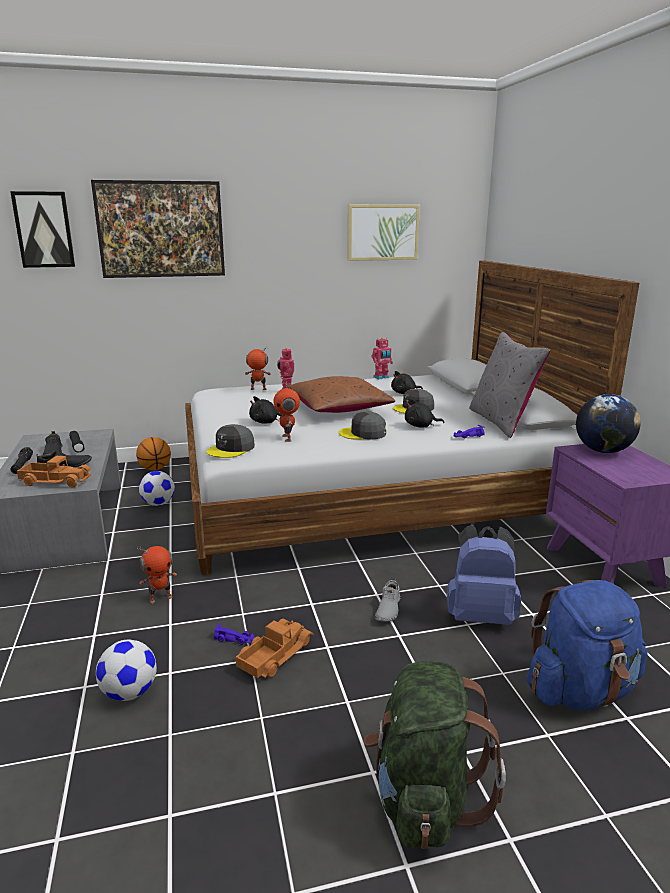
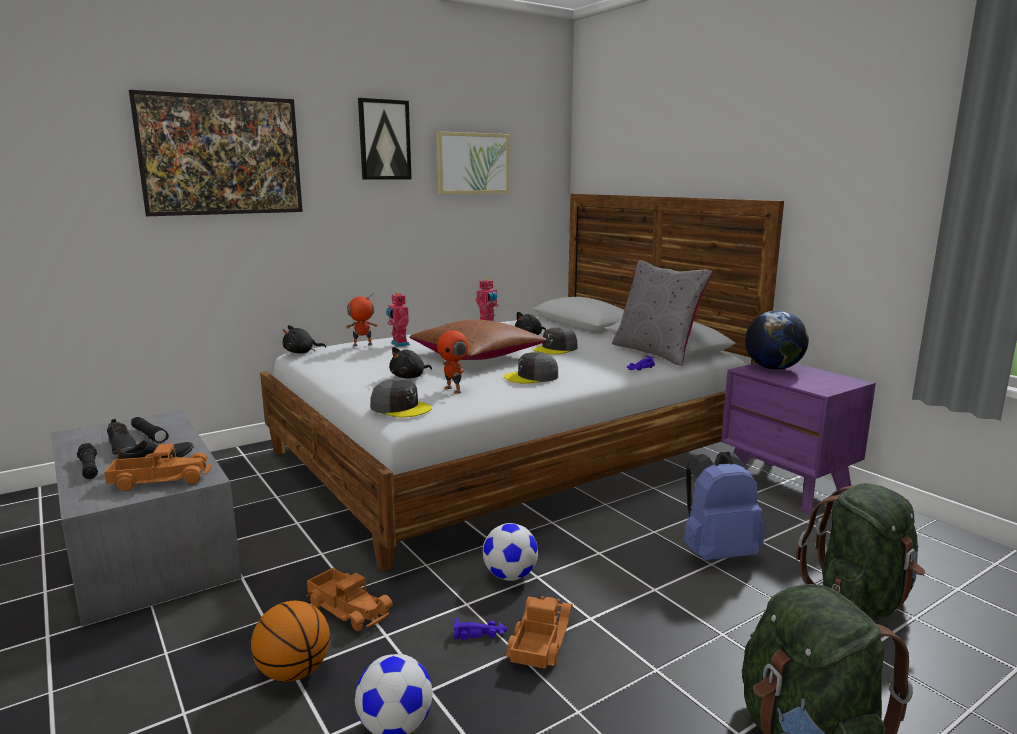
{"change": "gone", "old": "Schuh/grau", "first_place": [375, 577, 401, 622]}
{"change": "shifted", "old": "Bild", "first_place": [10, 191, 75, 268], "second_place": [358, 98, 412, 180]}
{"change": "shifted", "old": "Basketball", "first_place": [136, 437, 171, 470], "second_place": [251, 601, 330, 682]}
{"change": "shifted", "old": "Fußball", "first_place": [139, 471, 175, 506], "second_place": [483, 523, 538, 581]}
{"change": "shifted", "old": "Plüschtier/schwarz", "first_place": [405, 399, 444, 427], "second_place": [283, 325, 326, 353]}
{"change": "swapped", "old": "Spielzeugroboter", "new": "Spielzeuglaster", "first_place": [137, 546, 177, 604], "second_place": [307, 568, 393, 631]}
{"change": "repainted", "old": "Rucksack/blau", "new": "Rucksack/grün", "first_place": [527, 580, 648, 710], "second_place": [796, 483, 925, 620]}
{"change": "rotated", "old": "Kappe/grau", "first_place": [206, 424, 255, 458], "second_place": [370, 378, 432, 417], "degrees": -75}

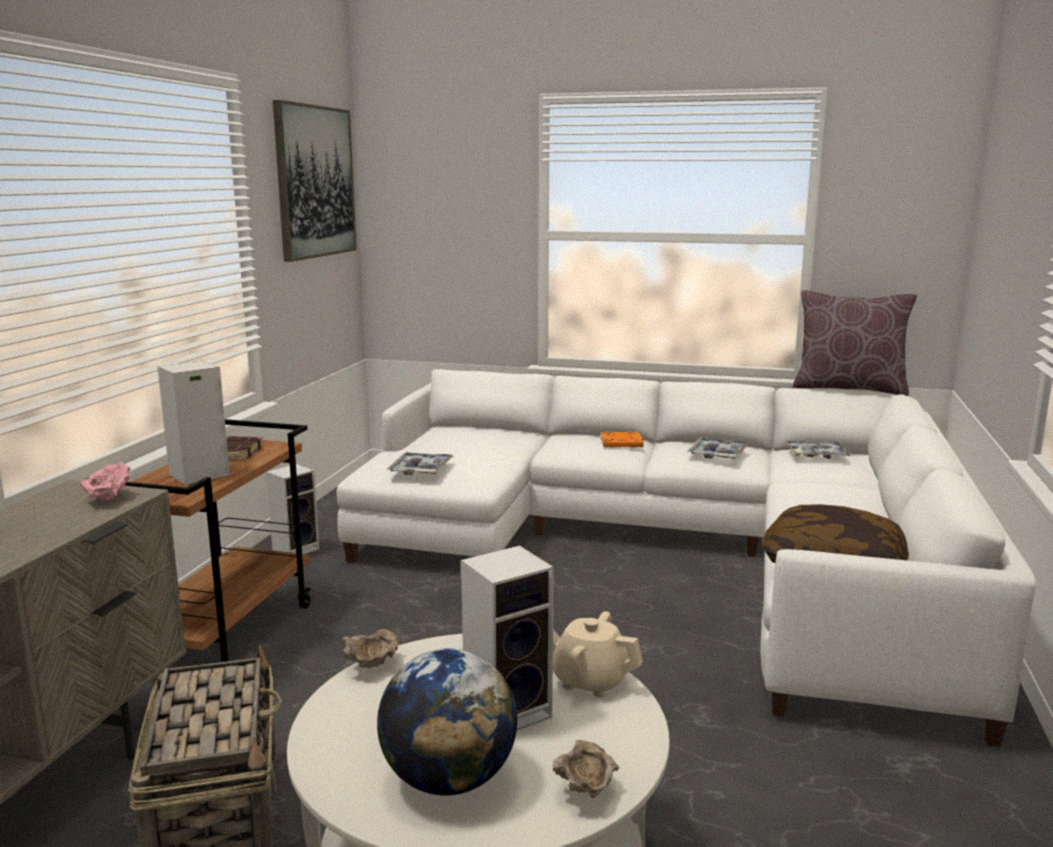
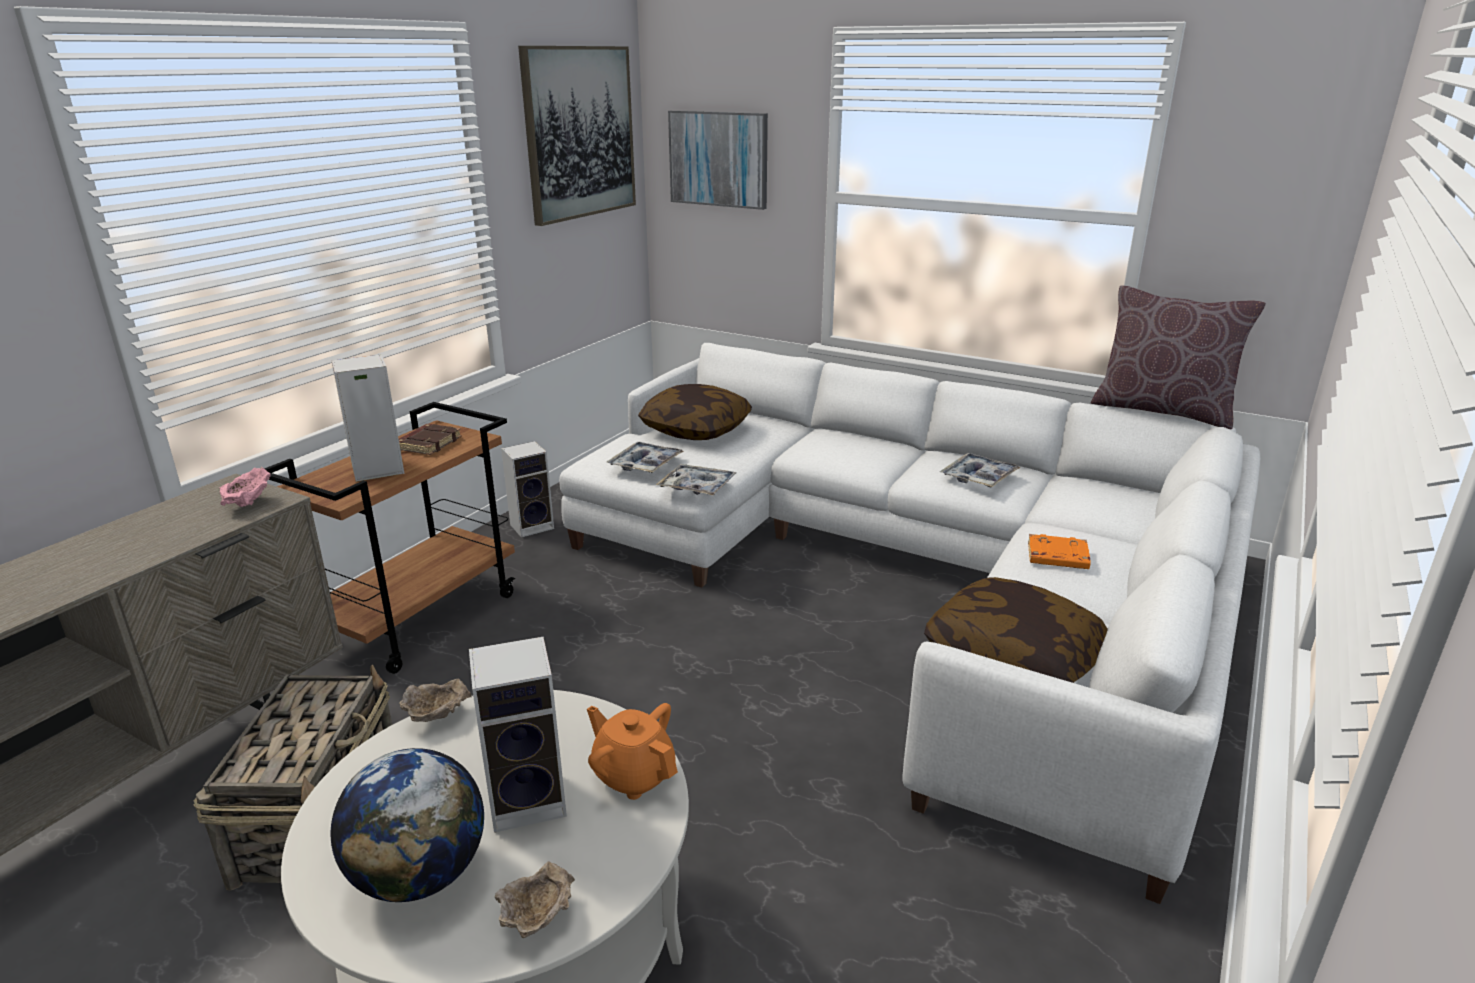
{"change": "new", "new": "Kissen", "second_place": [638, 384, 752, 440]}
{"change": "new", "new": "Bild", "second_place": [668, 110, 768, 210]}
{"change": "shifted", "old": "Buch/orange", "first_place": [600, 431, 644, 448], "second_place": [1028, 534, 1091, 569]}
{"change": "shifted", "old": "Tablett", "first_place": [787, 440, 850, 459], "second_place": [656, 464, 737, 496]}
{"change": "repainted", "old": "Teekanne/beige", "new": "Teekanne/orange", "first_place": [553, 611, 643, 697], "second_place": [587, 703, 678, 800]}

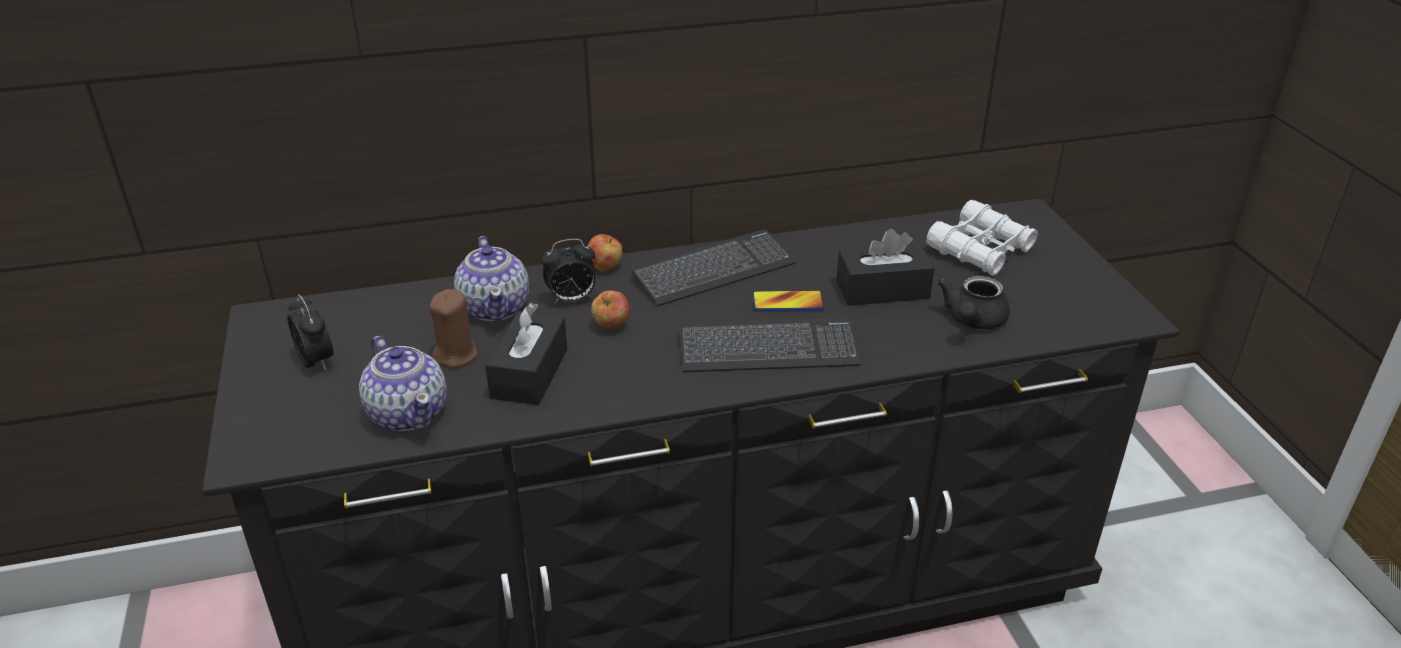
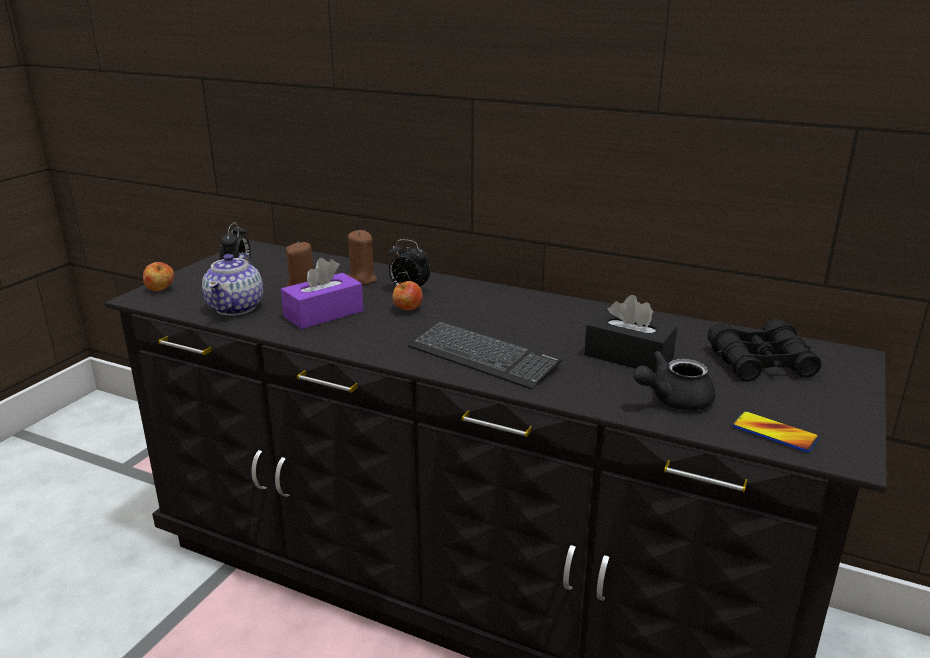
{"change": "gone", "old": "Tastatur", "first_place": [631, 229, 796, 306]}
{"change": "shifted", "old": "Apfel", "first_place": [588, 234, 622, 271], "second_place": [143, 262, 174, 291]}
{"change": "shifted", "old": "Handy", "first_place": [752, 290, 825, 311], "second_place": [732, 411, 820, 452]}
{"change": "swapped", "old": "Teekanne", "new": "Kerze/braun", "first_place": [454, 236, 529, 321], "second_place": [348, 230, 377, 285]}
{"change": "repainted", "old": "Taschentuchbox/schwarz", "new": "Taschentuchbox/lila", "first_place": [485, 303, 567, 405], "second_place": [281, 258, 363, 329]}
{"change": "repainted", "old": "Fernglas/weiß", "new": "Fernglas/schwarz", "first_place": [926, 200, 1038, 276], "second_place": [708, 319, 822, 382]}

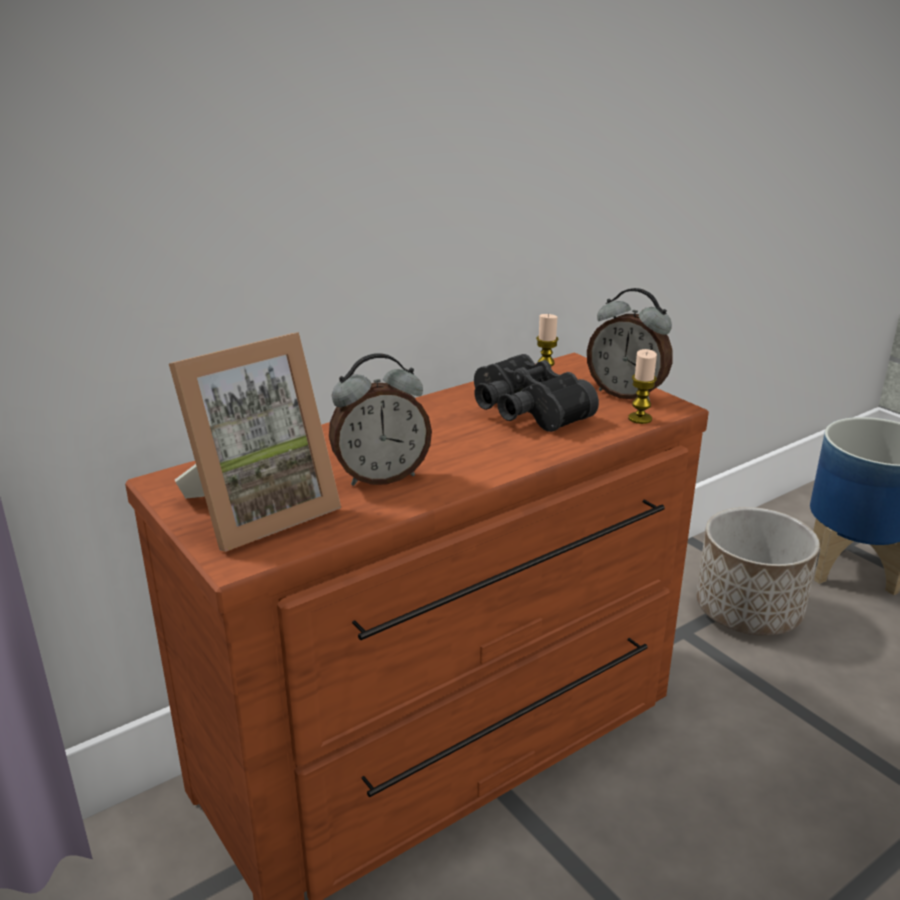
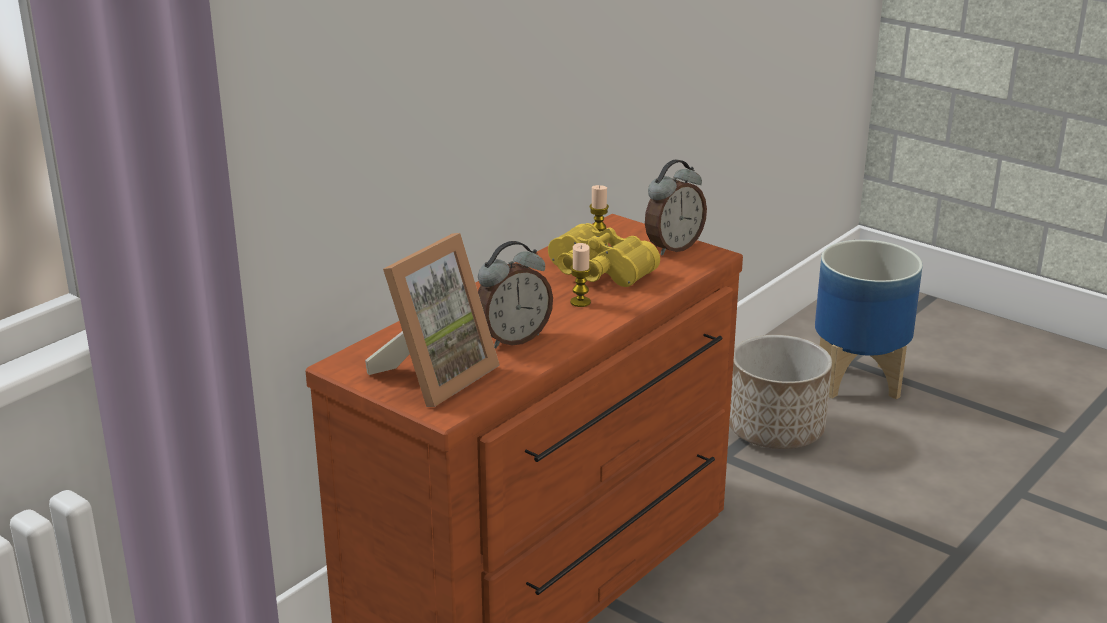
{"change": "shifted", "old": "Kerze", "first_place": [628, 349, 657, 424], "second_place": [570, 243, 592, 307]}
{"change": "repainted", "old": "Fernglas/schwarz", "new": "Fernglas/gelb", "first_place": [474, 354, 599, 432], "second_place": [548, 223, 660, 287]}
{"change": "rotated", "old": "Wecker", "first_place": [587, 288, 673, 401], "second_place": [645, 160, 707, 256], "degrees": -60}

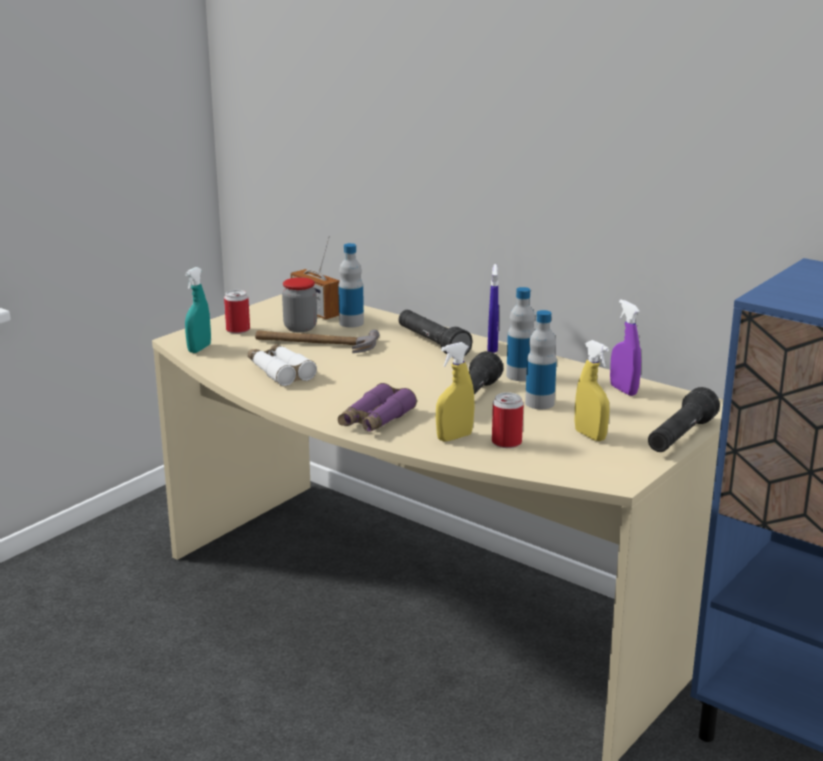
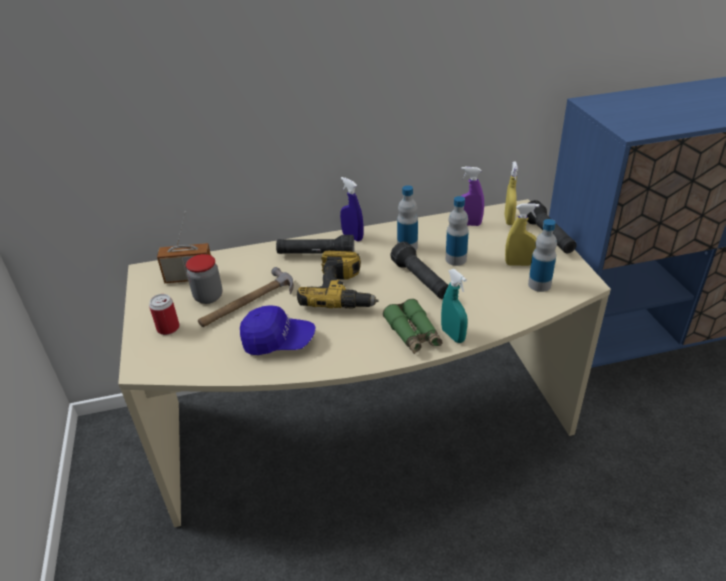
{"change": "gone", "old": "Dose", "first_place": [492, 392, 524, 448]}
{"change": "new", "new": "Bohrmaschine", "second_place": [297, 251, 379, 309]}
{"change": "shifted", "old": "Sprühflasche/türkis", "first_place": [185, 267, 211, 353], "second_place": [441, 269, 468, 343]}
{"change": "shifted", "old": "Flasche", "first_place": [338, 243, 364, 327], "second_place": [528, 219, 557, 292]}
{"change": "shifted", "old": "Sprühflasche/gelb", "first_place": [436, 342, 475, 442], "second_place": [504, 161, 518, 225]}
{"change": "swapped", "old": "Fernglas/weiß", "new": "Kappe/blau", "first_place": [248, 344, 317, 386], "second_place": [240, 305, 315, 355]}
{"change": "repainted", "old": "Fernglas/lila", "new": "Fernglas/grün", "first_place": [338, 383, 417, 432], "second_place": [383, 299, 442, 354]}

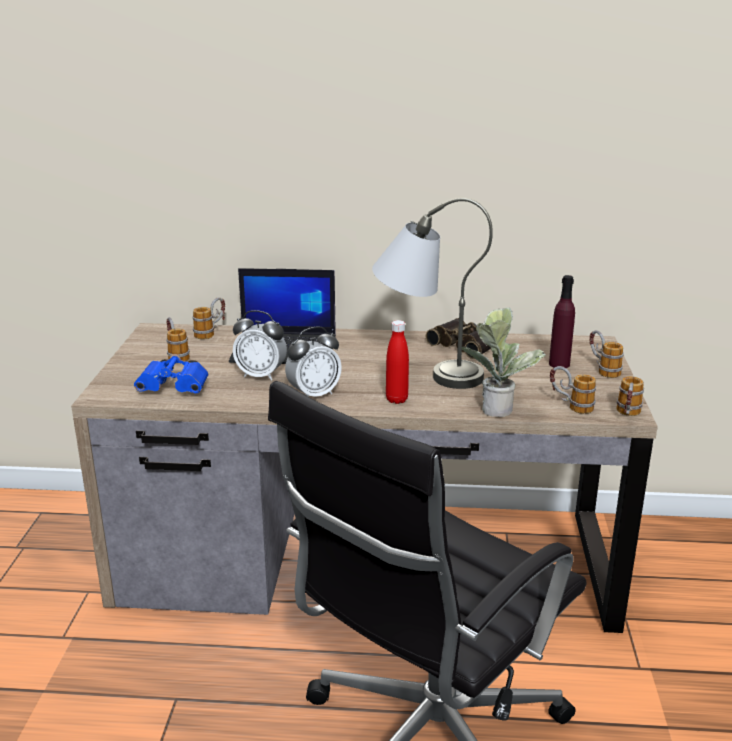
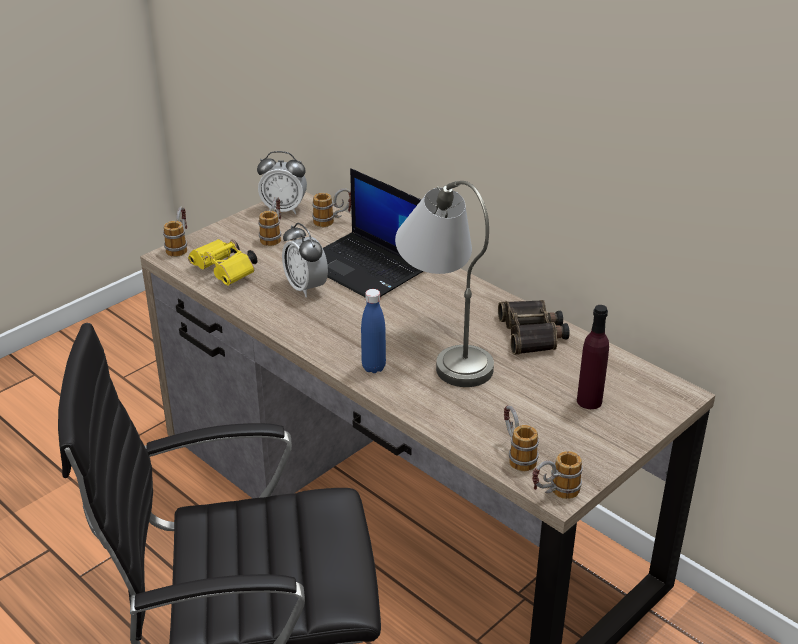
{"change": "gone", "old": "Topfpflanze", "first_place": [462, 308, 546, 417]}
{"change": "shifted", "old": "Wecker", "first_place": [285, 327, 342, 397], "second_place": [257, 151, 307, 214]}
{"change": "shifted", "old": "Henkelbecher", "first_place": [589, 330, 624, 378], "second_place": [163, 207, 187, 257]}
{"change": "repainted", "old": "Fernglas/blau", "new": "Fernglas/gelb", "first_place": [134, 354, 208, 393], "second_place": [188, 239, 258, 285]}
{"change": "repainted", "old": "Flasche/rot", "new": "Flasche/blau", "first_place": [386, 320, 409, 404], "second_place": [361, 289, 386, 373]}

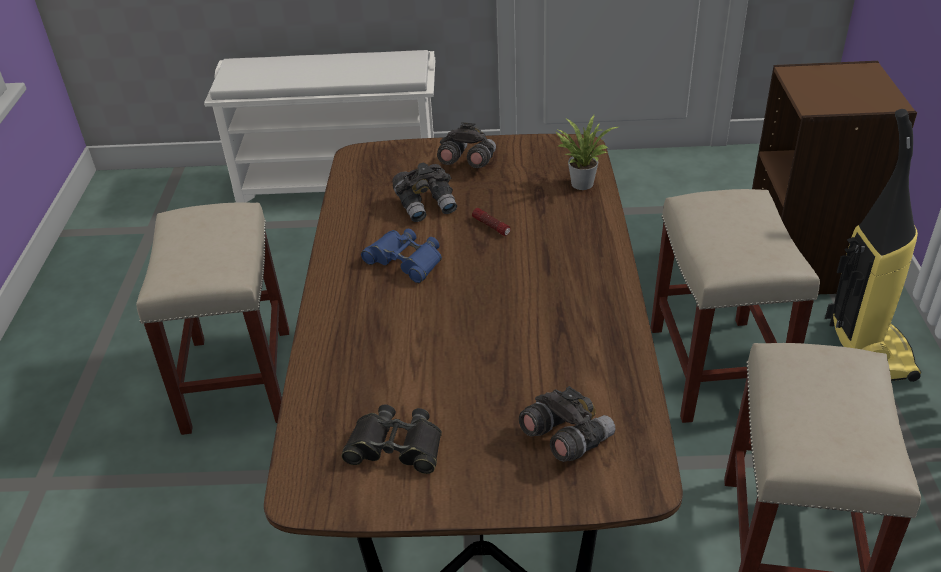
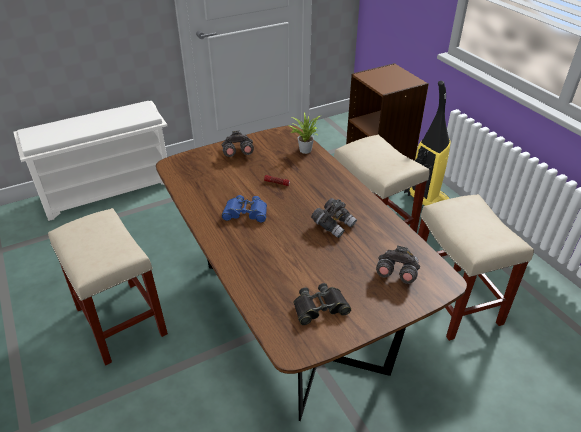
{"change": "shifted", "old": "Fernglas/grau", "first_place": [392, 163, 457, 222], "second_place": [311, 198, 357, 238]}

